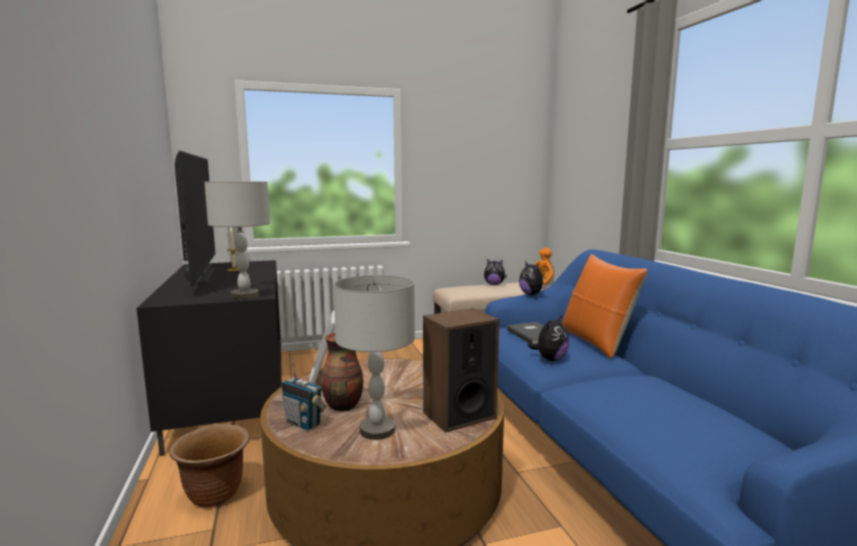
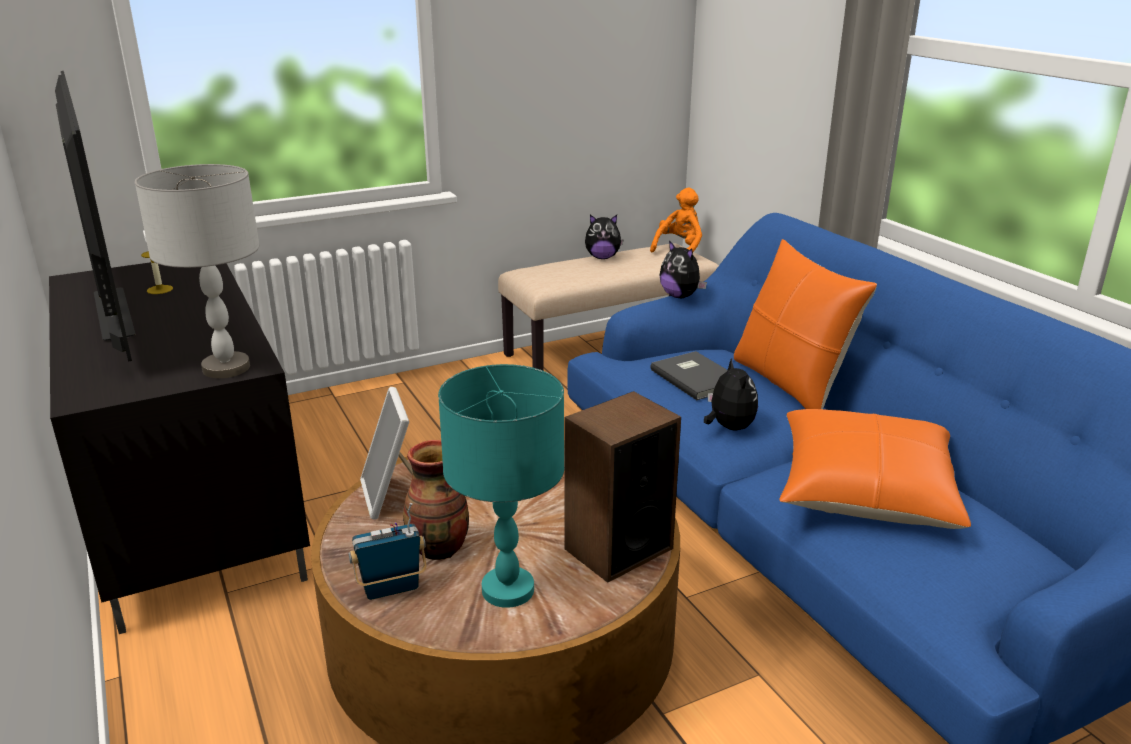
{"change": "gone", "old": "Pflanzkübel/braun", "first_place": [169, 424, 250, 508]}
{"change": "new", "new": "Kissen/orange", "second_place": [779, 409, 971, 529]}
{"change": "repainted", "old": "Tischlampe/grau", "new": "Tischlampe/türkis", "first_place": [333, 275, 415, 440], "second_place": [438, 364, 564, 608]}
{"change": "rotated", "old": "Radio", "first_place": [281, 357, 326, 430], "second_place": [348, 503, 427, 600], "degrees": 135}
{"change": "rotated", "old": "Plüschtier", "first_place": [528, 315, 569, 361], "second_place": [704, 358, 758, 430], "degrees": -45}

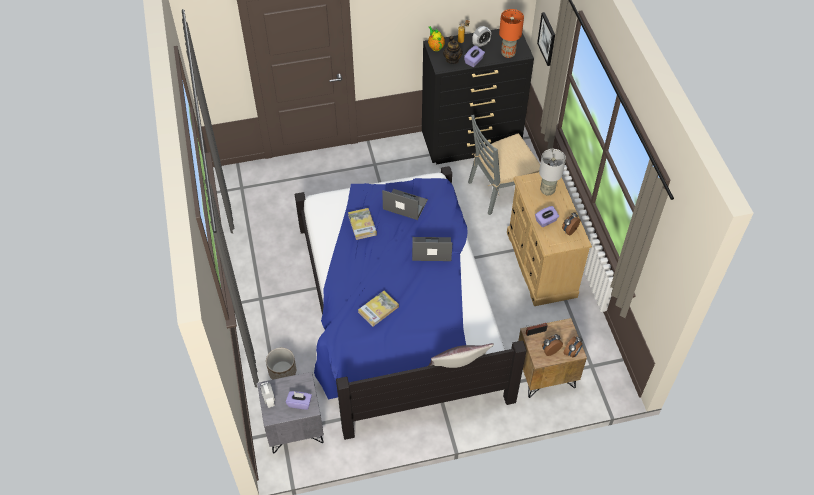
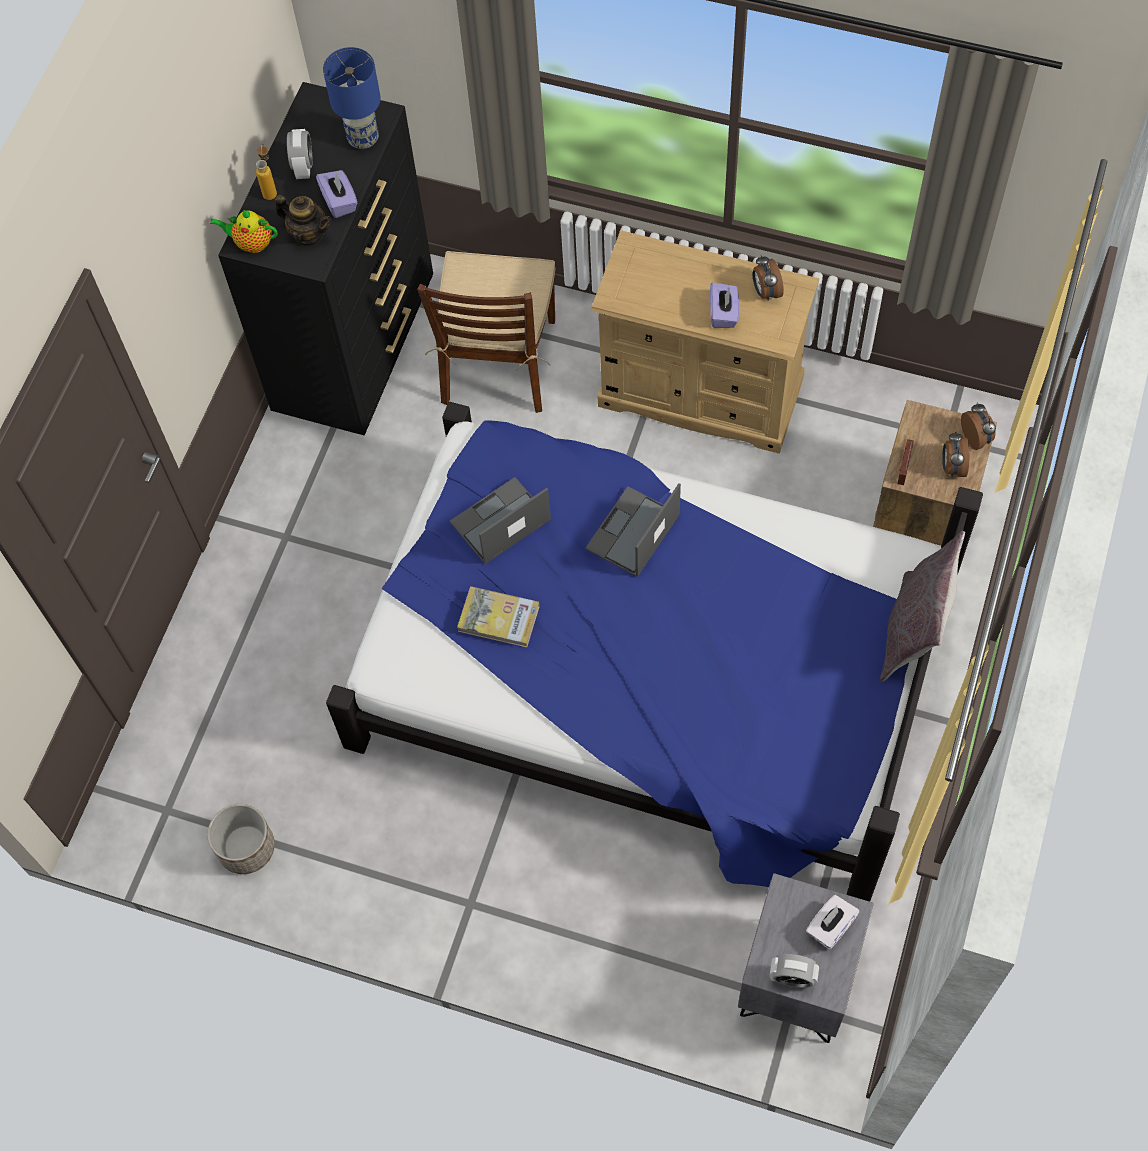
{"change": "gone", "old": "Buch", "first_place": [358, 291, 399, 327]}
{"change": "gone", "old": "Bild", "first_place": [537, 12, 555, 66]}
{"change": "gone", "old": "Tischlampe/grau", "first_place": [539, 149, 566, 195]}
{"change": "shifted", "old": "Pflanzkübel", "first_place": [266, 348, 296, 380], "second_place": [207, 804, 275, 874]}
{"change": "repainted", "old": "Taschentuchbox/lila", "new": "Taschentuchbox/weiß", "first_place": [286, 391, 312, 410], "second_place": [806, 895, 860, 949]}
{"change": "repainted", "old": "Stuhl/grau", "new": "Stuhl/braun", "first_place": [468, 115, 540, 215], "second_place": [417, 251, 556, 413]}
{"change": "repainted", "old": "Tischlampe/orange", "new": "Tischlampe/blau", "first_place": [499, 9, 524, 58], "second_place": [323, 47, 381, 149]}

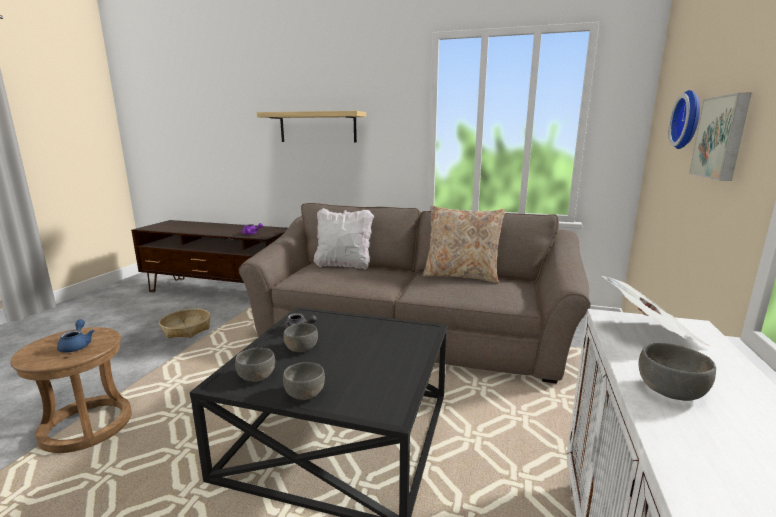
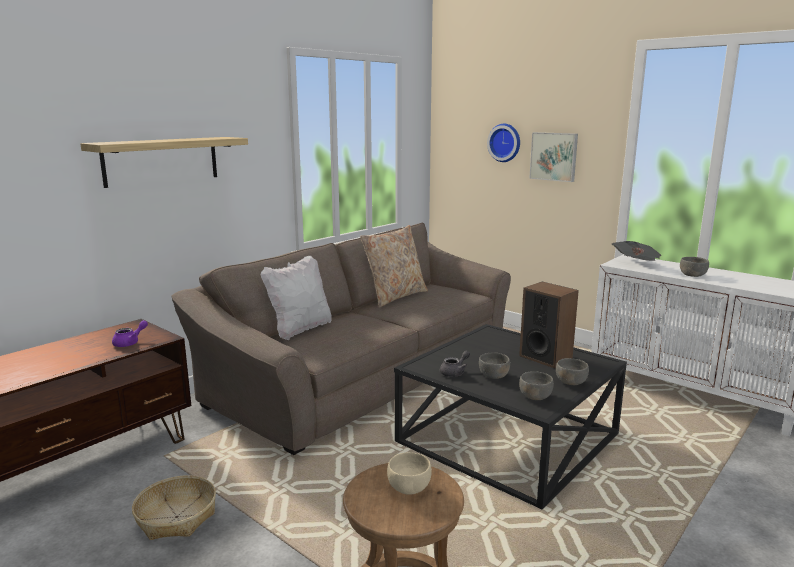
{"change": "new", "new": "Lautsprecher", "second_place": [519, 282, 579, 368]}
{"change": "swapped", "old": "Teekanne/blau", "new": "Schüssel/beige", "first_place": [57, 319, 94, 353], "second_place": [387, 452, 432, 495]}

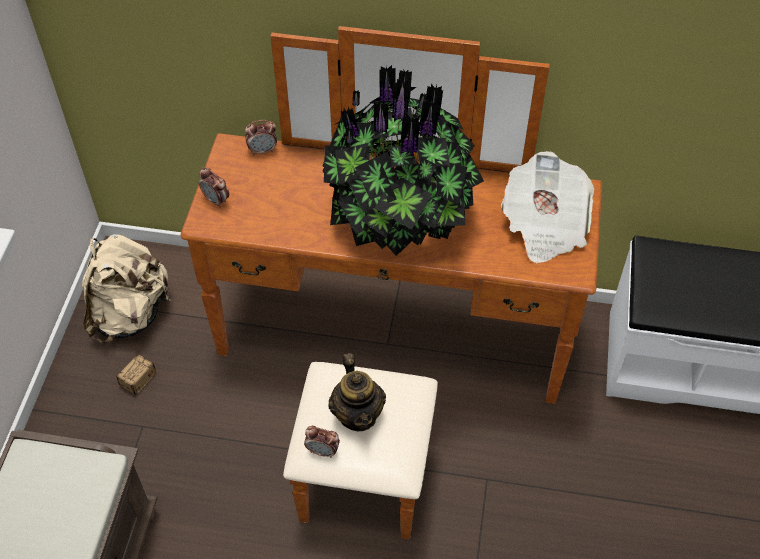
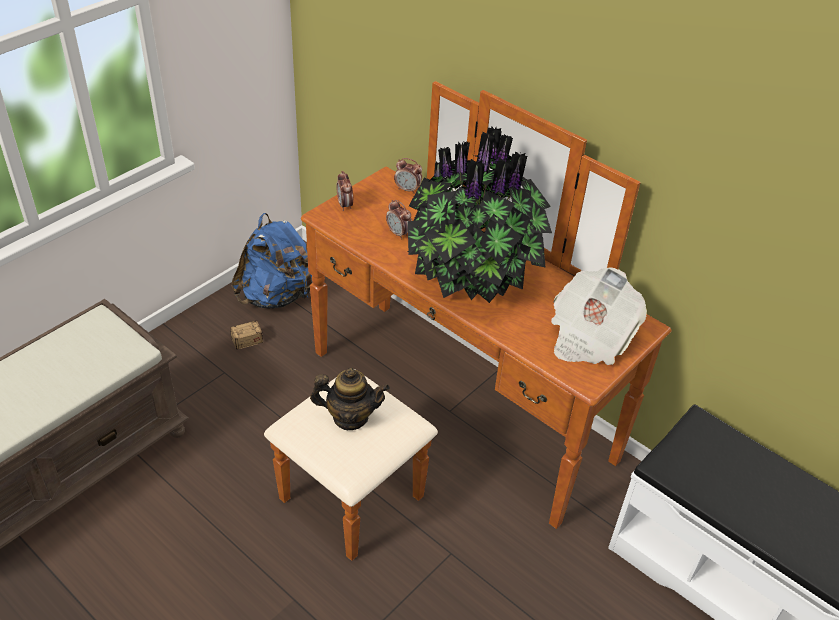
{"change": "shifted", "old": "Wecker", "first_place": [304, 426, 340, 458], "second_place": [386, 200, 412, 240]}
{"change": "repainted", "old": "Rucksack/beige", "new": "Rucksack/blau", "first_place": [82, 234, 172, 344], "second_place": [231, 213, 312, 309]}
{"change": "rotated", "old": "Teekanne", "first_place": [328, 353, 386, 432], "second_place": [310, 368, 390, 430], "degrees": -105}

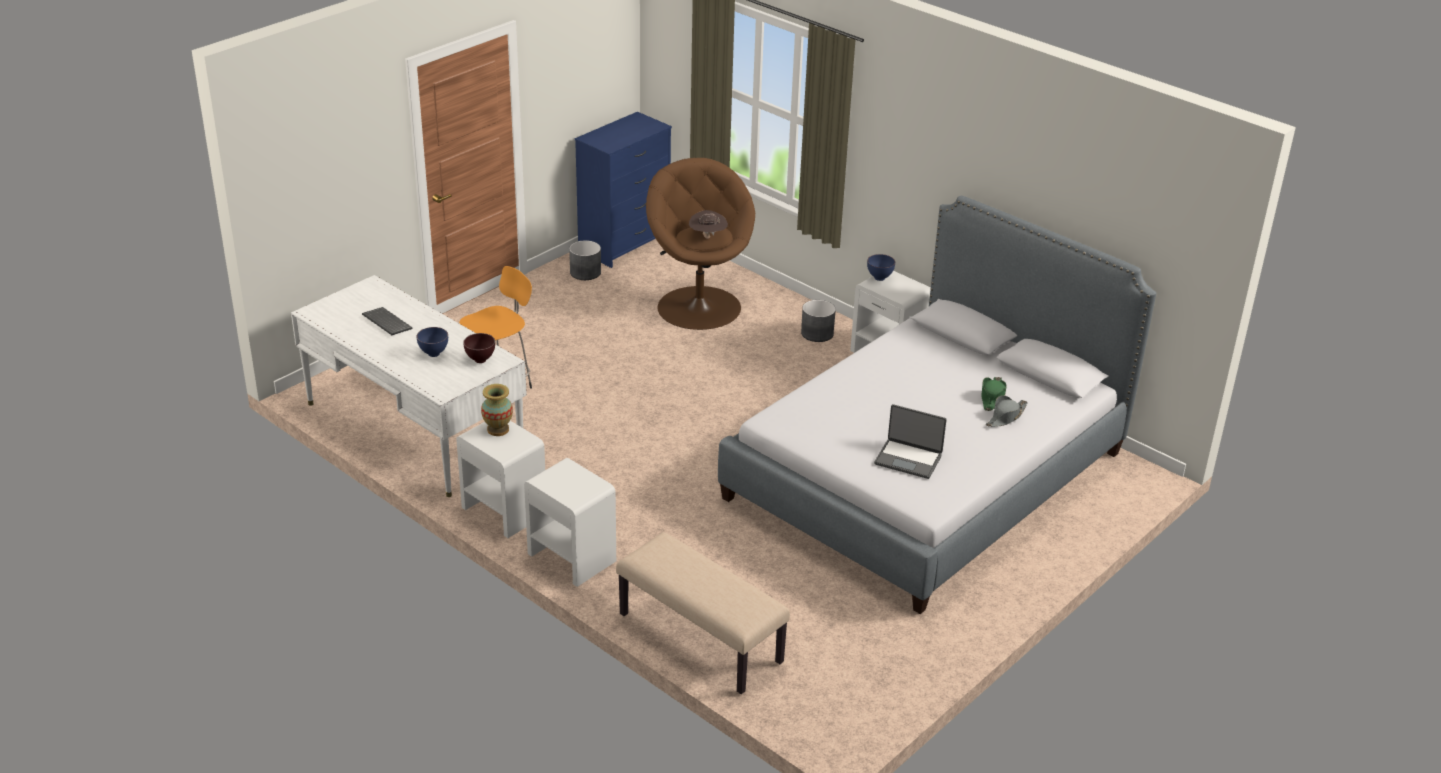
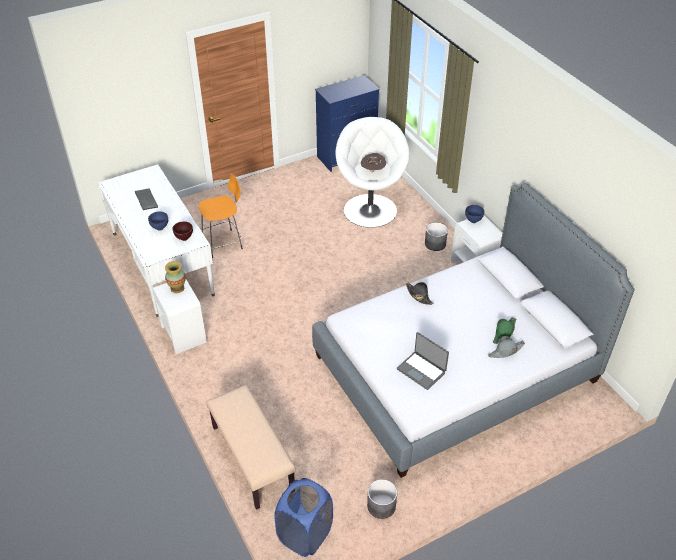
{"change": "gone", "old": "Nachttisch/weiß", "first_place": [524, 458, 616, 587]}
{"change": "new", "new": "Wäschekorb/blau", "second_place": [275, 478, 333, 557]}
{"change": "new", "new": "Hut/schwarz", "second_place": [406, 282, 433, 305]}
{"change": "shifted", "old": "Pflanzkübel/grau", "first_place": [569, 240, 601, 280], "second_place": [367, 479, 397, 519]}
{"change": "repainted", "old": "Sessel/braun", "new": "Sessel/weiß", "first_place": [646, 158, 755, 330], "second_place": [335, 117, 409, 228]}

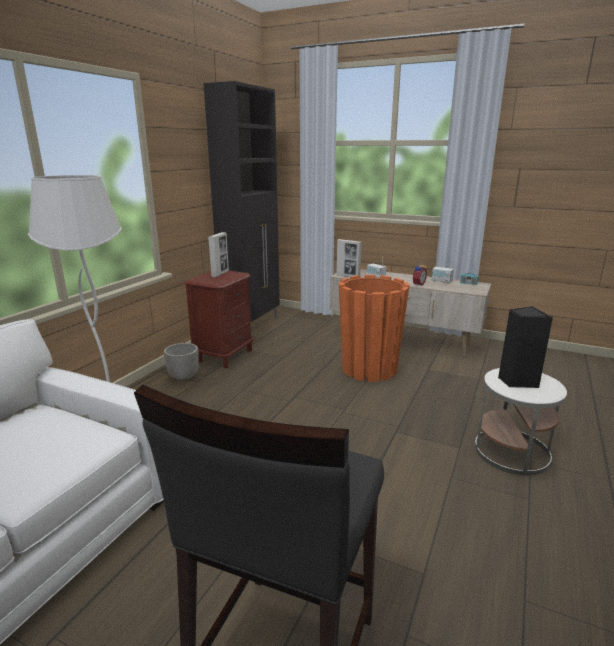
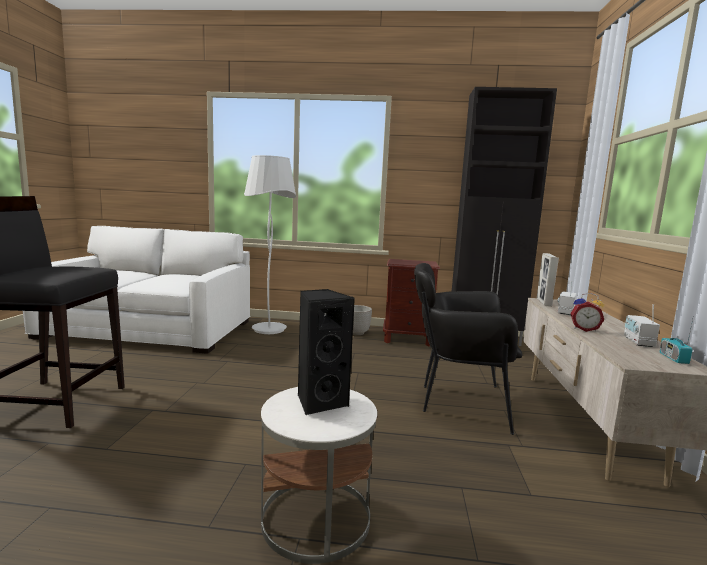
{"change": "gone", "old": "Bilderrahmen", "first_place": [208, 232, 229, 277]}
{"change": "swapped", "old": "Pflanzkübel/orange", "new": "Sessel/schwarz", "first_place": [339, 275, 410, 382], "second_place": [414, 263, 522, 435]}

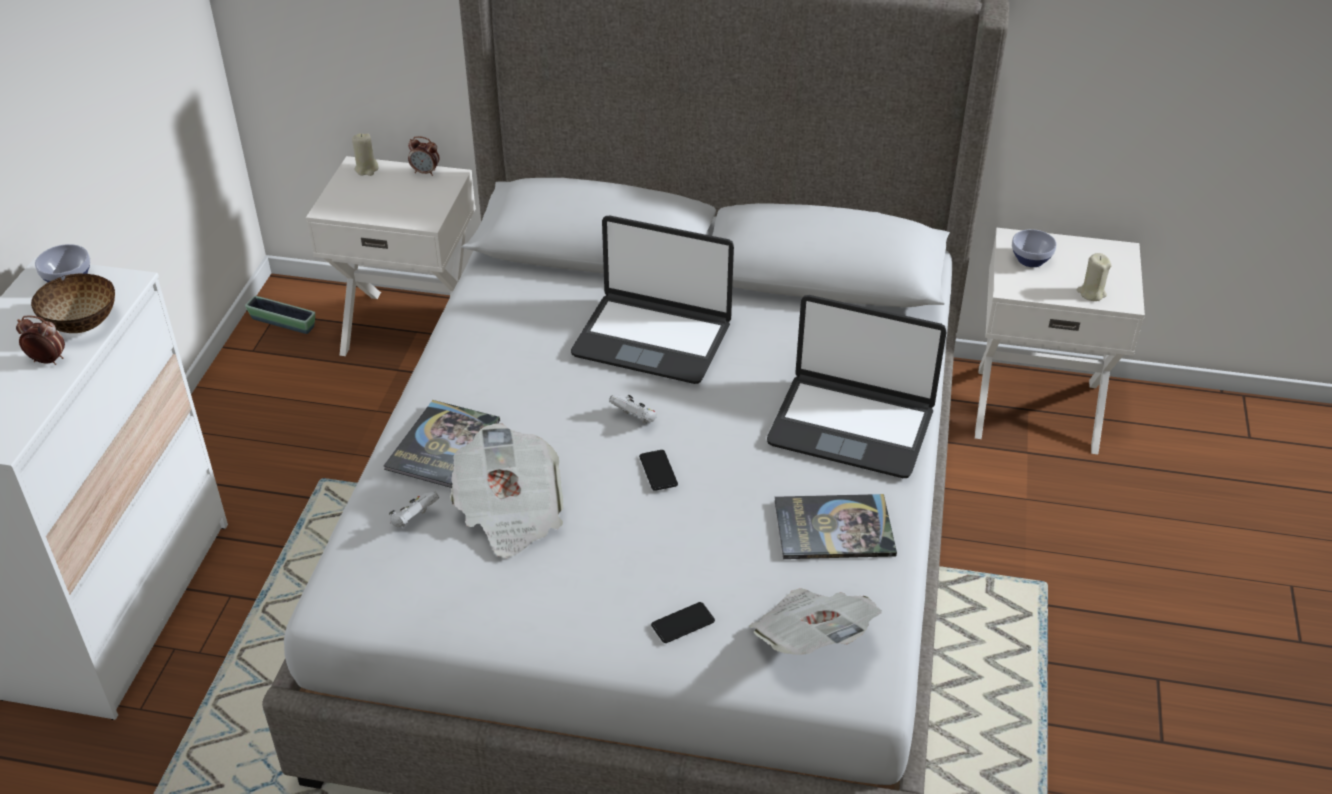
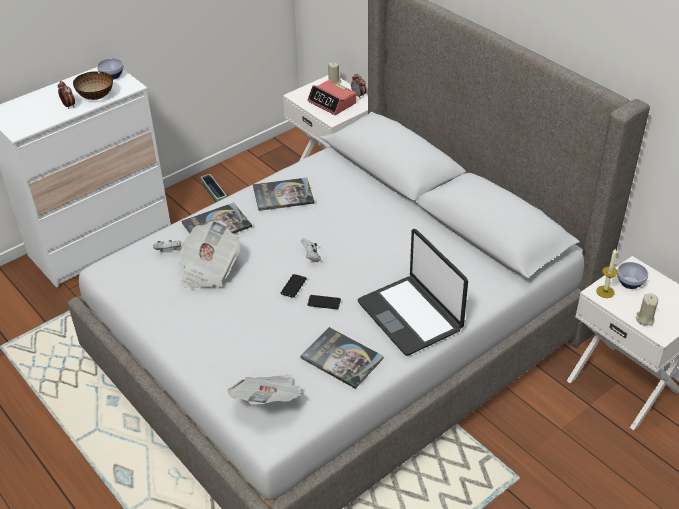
{"change": "gone", "old": "Laptop", "first_place": [571, 216, 734, 384]}
{"change": "new", "new": "Buch", "second_place": [253, 178, 314, 211]}
{"change": "new", "new": "Wecker", "second_place": [307, 79, 356, 115]}
{"change": "new", "new": "Kerze", "second_place": [596, 248, 618, 298]}
{"change": "shifted", "old": "Pflanzkübel", "first_place": [245, 296, 315, 334], "second_place": [201, 174, 227, 202]}
{"change": "shifted", "old": "Handy", "first_place": [651, 602, 715, 643], "second_place": [307, 295, 341, 309]}

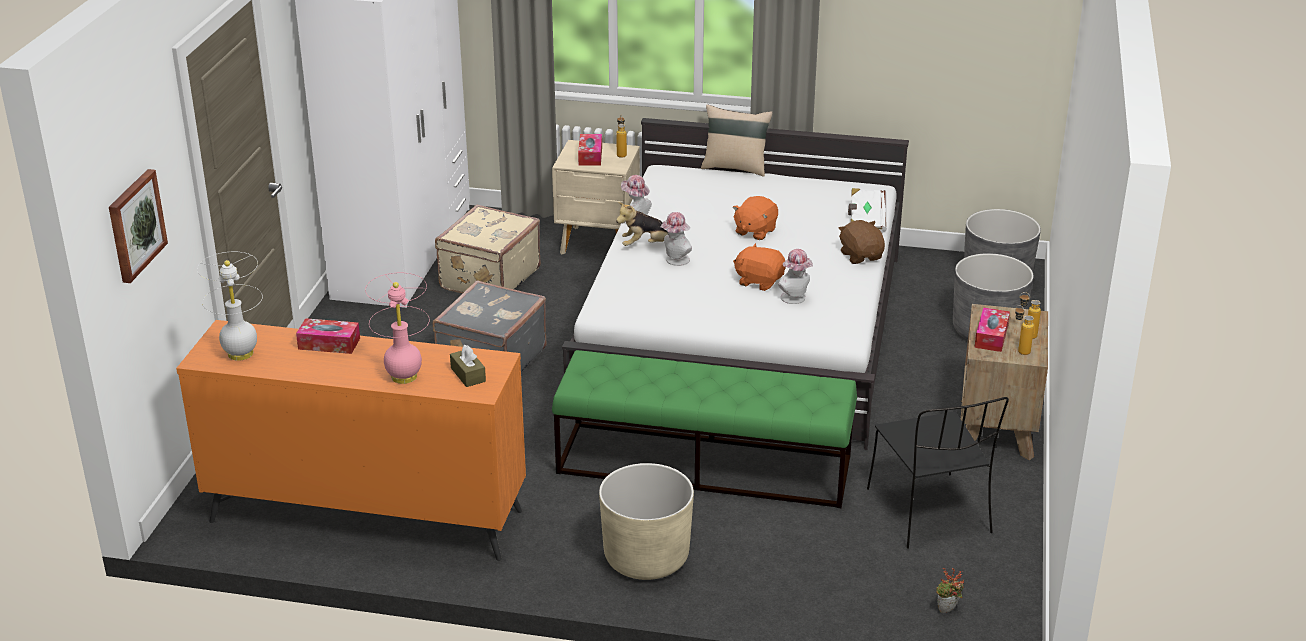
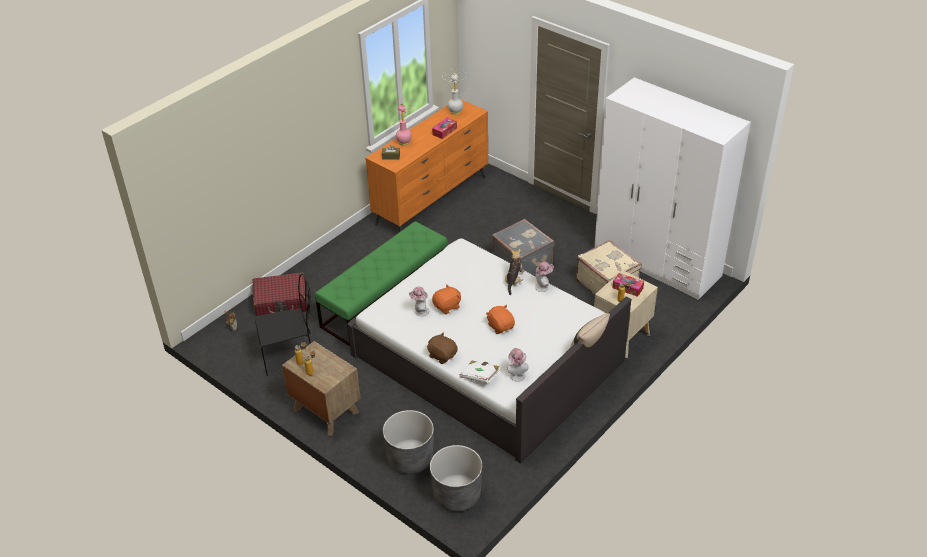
{"change": "gone", "old": "Bild", "first_place": [109, 169, 168, 283]}
{"change": "gone", "old": "Pflanzkübel/beige", "first_place": [599, 463, 694, 580]}
{"change": "gone", "old": "Taschentuchbox", "first_place": [974, 307, 1010, 352]}
{"change": "new", "new": "Koffer/rot", "second_place": [252, 272, 308, 316]}
{"change": "shifted", "old": "Hut", "first_place": [661, 212, 692, 266], "second_place": [507, 348, 529, 382]}
{"change": "rotated", "old": "Plüschtier/braun", "first_place": [838, 220, 885, 264], "second_place": [427, 332, 458, 364], "degrees": -150}
{"change": "rotated", "old": "Stuhl/schwarz", "first_place": [867, 397, 1009, 549], "second_place": [255, 274, 311, 376], "degrees": 150}

